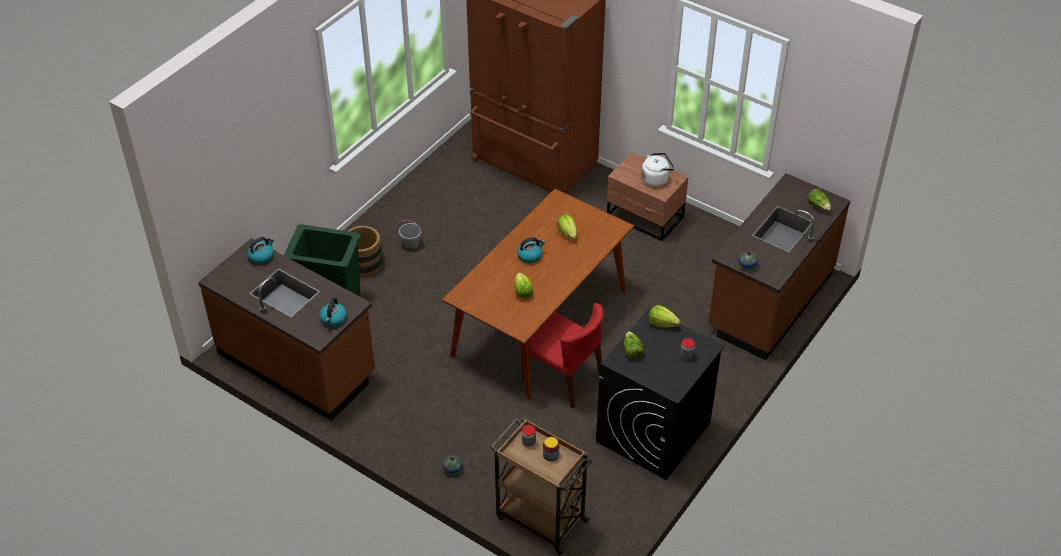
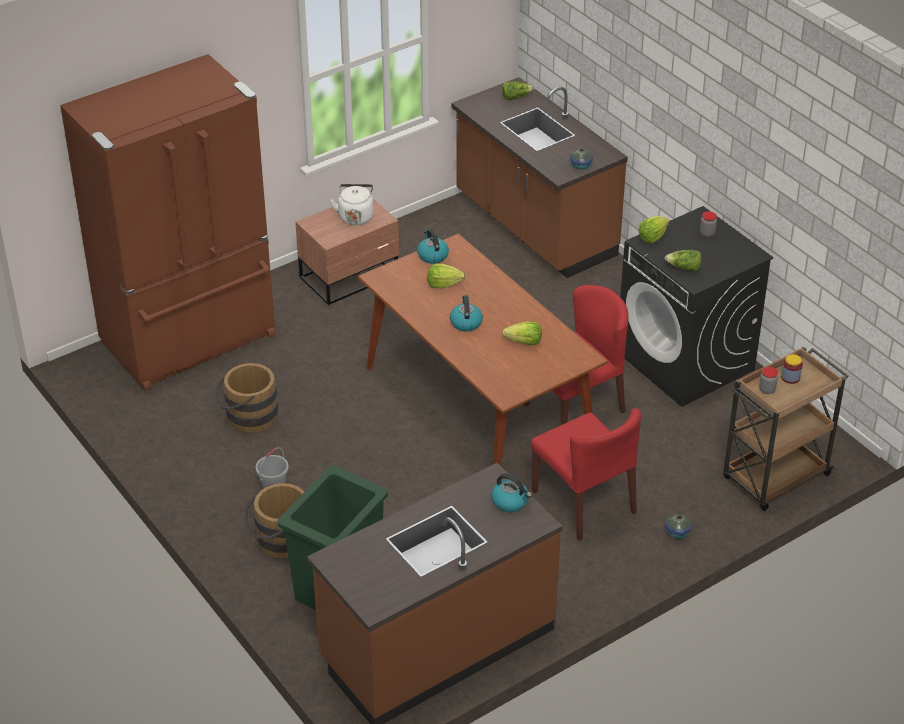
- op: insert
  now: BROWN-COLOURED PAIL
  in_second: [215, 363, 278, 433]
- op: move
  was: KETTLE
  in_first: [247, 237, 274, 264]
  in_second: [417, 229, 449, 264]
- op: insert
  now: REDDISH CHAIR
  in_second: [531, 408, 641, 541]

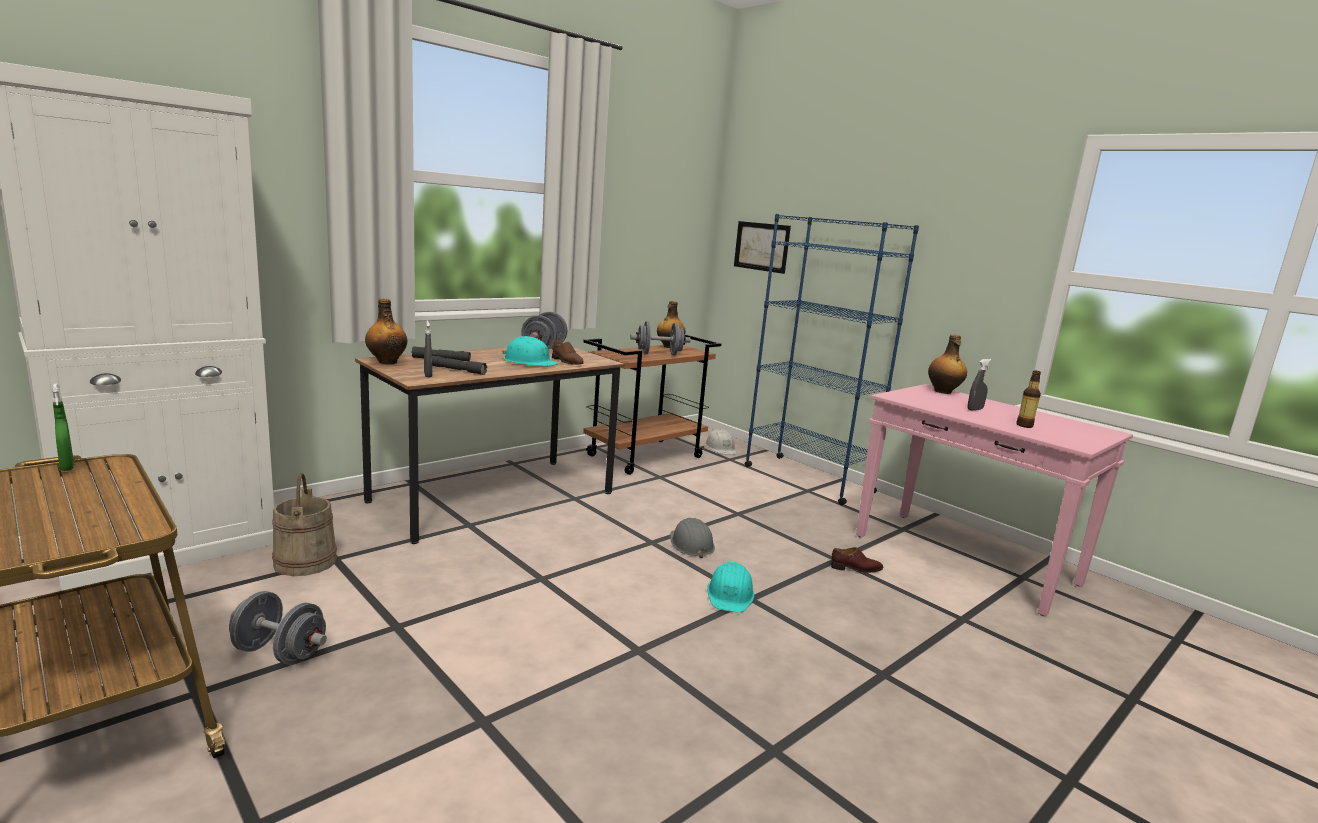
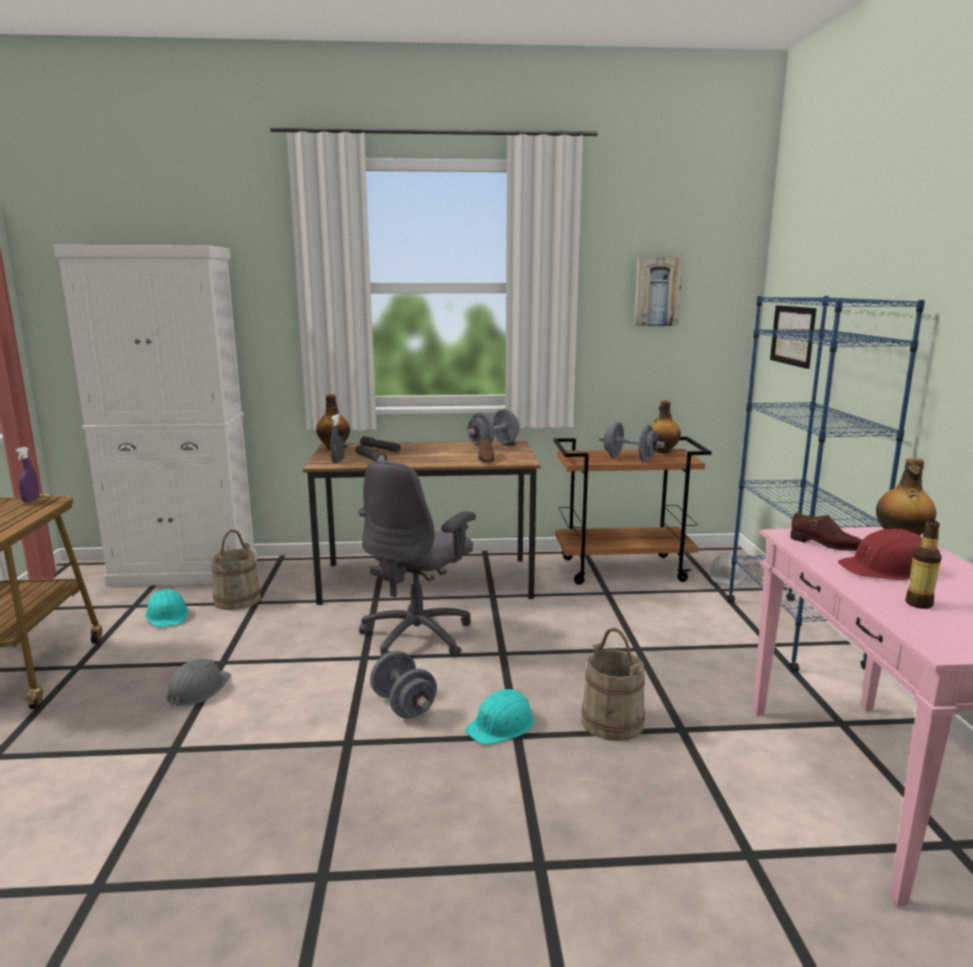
- op: recolor
  was: GREENISH SPRAYER
  now: PURPLE-COLOURED SPRAYER
  in_first: [52, 384, 74, 471]
  in_second: [15, 447, 39, 502]
- op: move
  was: BLUE-GREEN SAFETY HELMET
  in_first: [502, 336, 559, 367]
  in_second: [145, 589, 188, 627]
- op: move
  was: GREYISH SAFETY HELMET
  in_first: [670, 518, 715, 558]
  in_second: [166, 659, 231, 707]
- op: insert
  now: GREYISH DESK CHAIR
  in_second: [359, 461, 476, 657]
- op: move
  was: GREYISH FREE WEIGHT
  in_first: [229, 591, 327, 665]
  in_second: [370, 651, 437, 719]
- op: insert
  now: BEIGE-COLOURED PAIL
  in_second: [581, 628, 645, 741]
- op: insert
  now: PICTURE
  in_second: [634, 258, 683, 326]
- op: move
  was: BROWN-COLOURED LOW SHOE
  in_first: [831, 547, 883, 573]
  in_second: [790, 513, 862, 551]
- op: replace
  was: GREYISH SPRAYER
  now: REDDISH SAFETY HELMET
  in_first: [968, 359, 992, 411]
  in_second: [838, 528, 922, 580]

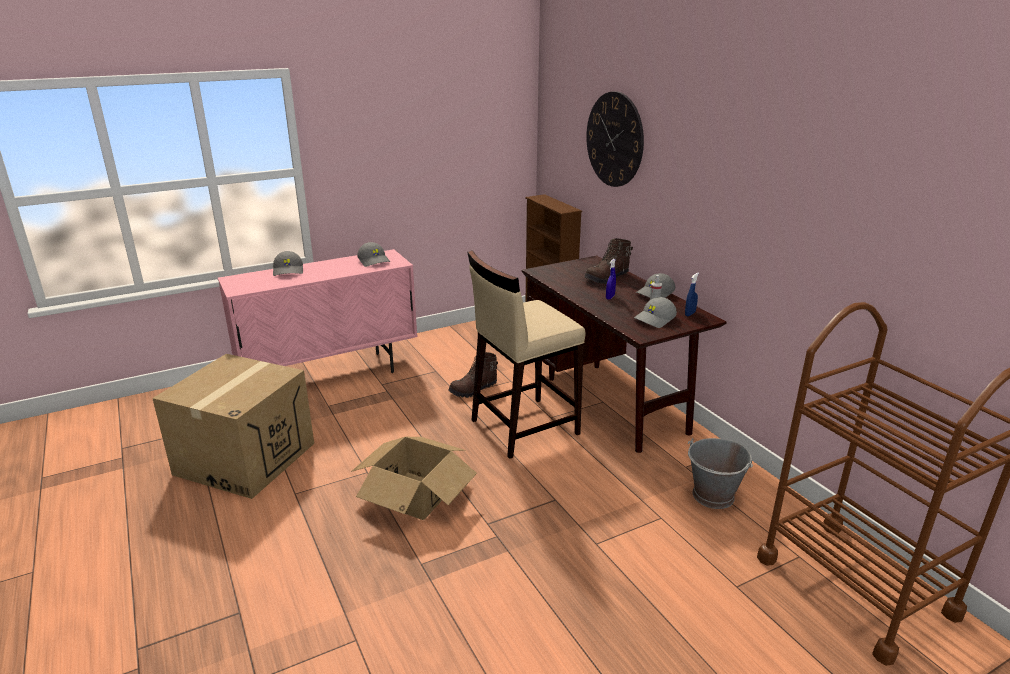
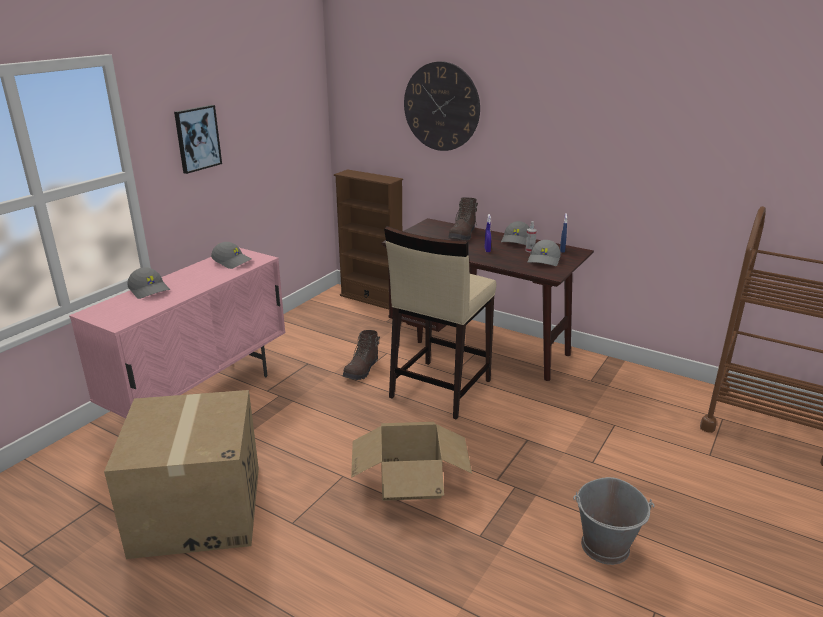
- op: insert
  now: PICTURE
  in_second: [174, 105, 222, 174]
- op: move
  was: GREYISH PAIL
  in_first: [688, 438, 753, 509]
  in_second: [573, 477, 654, 565]

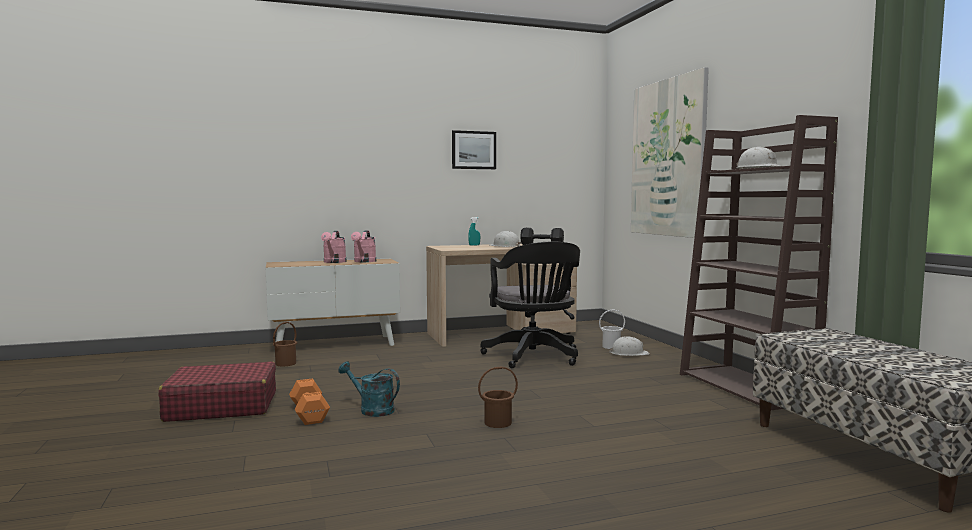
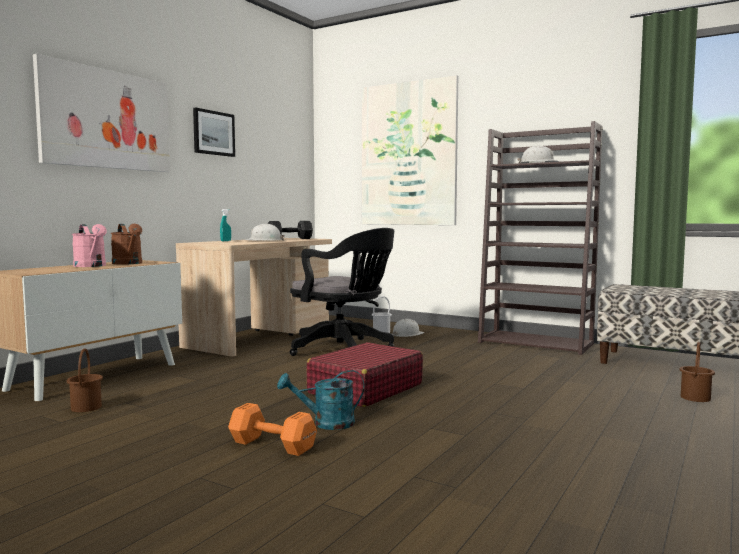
- op: insert
  now: PICTURE
  in_second: [33, 54, 170, 172]
- op: recolor
  was: PINKISH WATERING CAN
  now: BROWN-COLOURED WATERING CAN
  in_first: [351, 230, 376, 262]
  in_second: [111, 224, 142, 264]
- op: move
  was: REDDISH TRAVEL CASE
  in_first: [158, 361, 276, 422]
  in_second: [306, 342, 423, 407]
- op: move
  was: BROWN-COLOURED PAIL
  in_first: [478, 366, 518, 428]
  in_second: [680, 342, 715, 402]

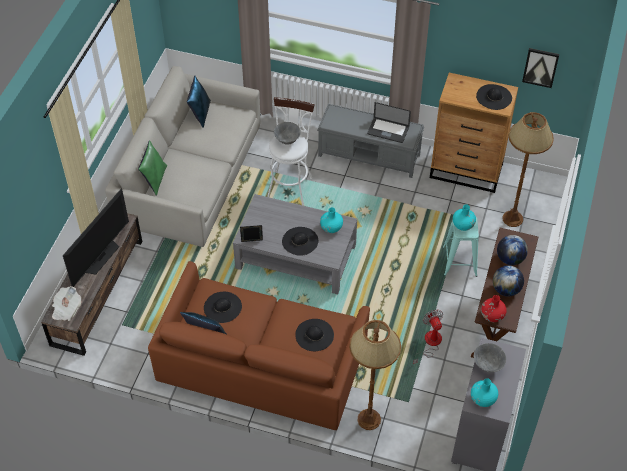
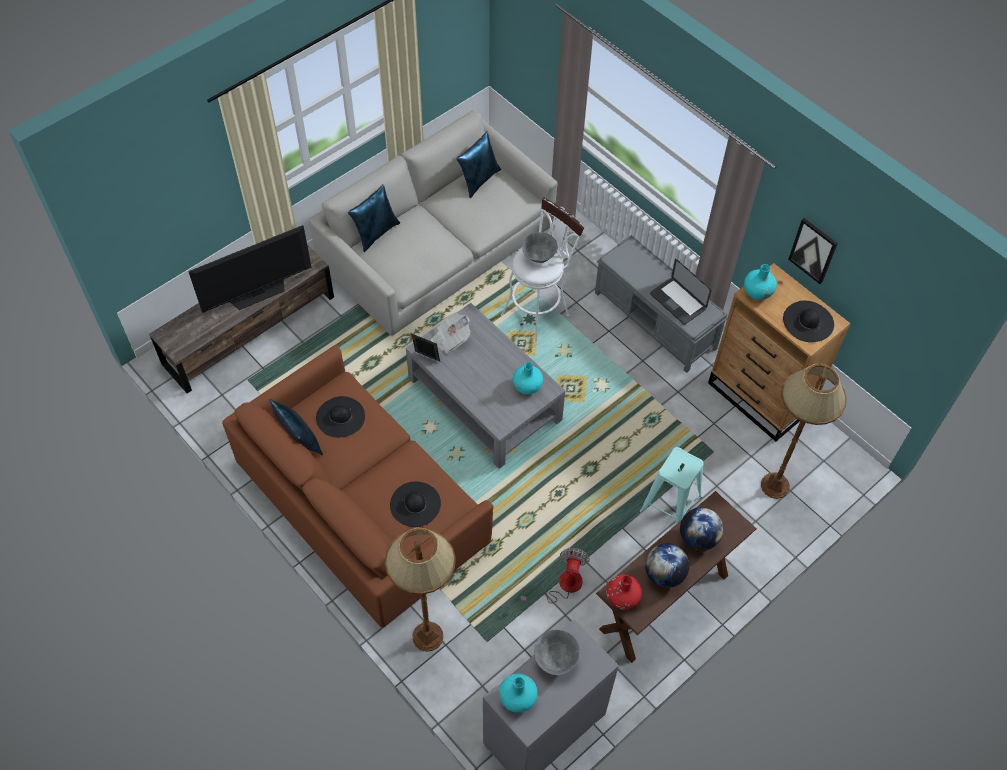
- op: recolor
  was: GREENISH PILLOW
  now: BLUE PILLOW
  in_first: [138, 140, 167, 196]
  in_second: [348, 184, 400, 252]
- op: move
  was: NEWSPAPER
  in_first: [52, 286, 81, 321]
  in_second: [431, 312, 470, 353]
- op: move
  was: BLUE-GREEN FLOWER VASE
  in_first: [453, 204, 476, 231]
  in_second: [744, 264, 777, 300]
- op: move
  was: PICTURE
  in_first: [522, 48, 559, 88]
  in_second: [788, 218, 838, 284]
- op: delete
  was: BLACK-COLOURED HAT
  in_first: [282, 227, 318, 256]

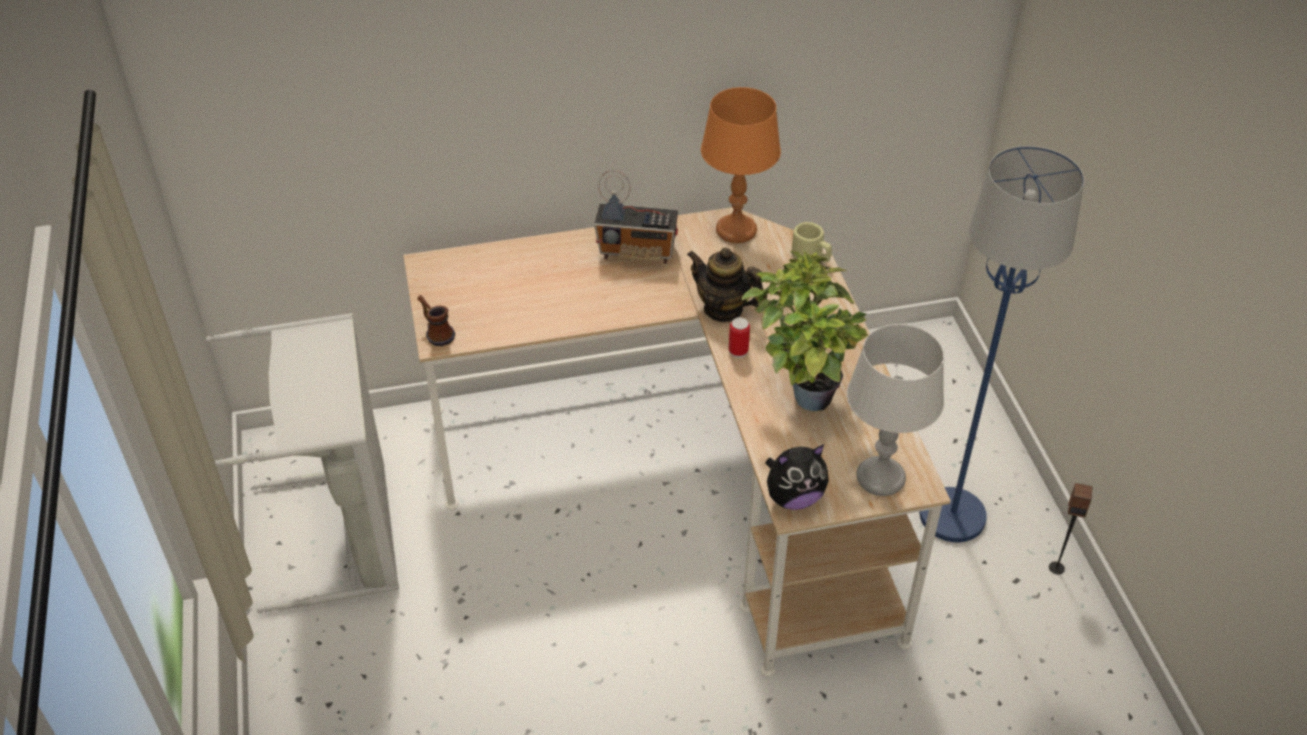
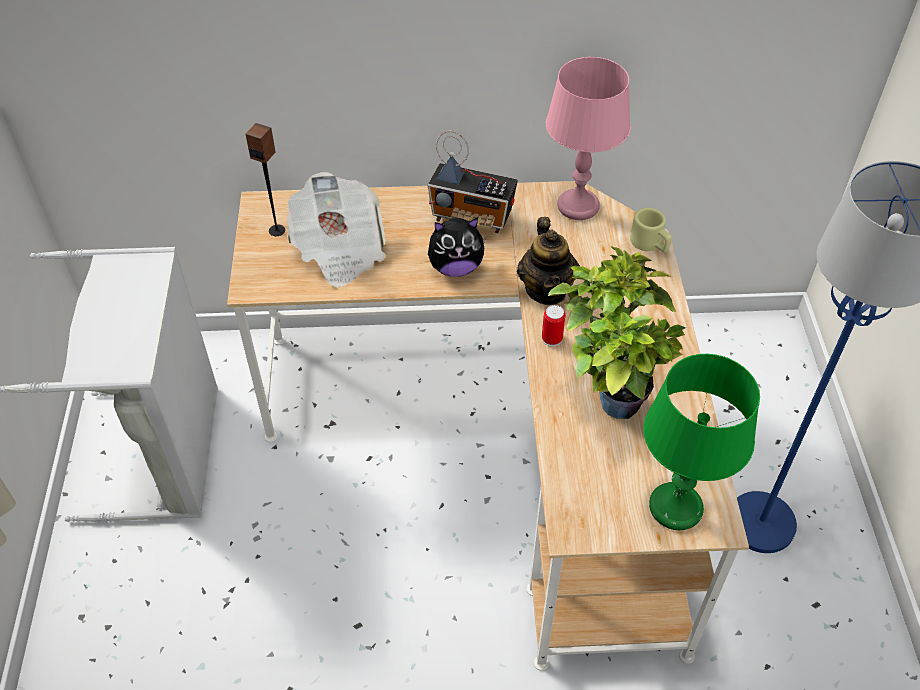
- op: move
  was: SPEAKER
  in_first: [1049, 483, 1092, 575]
  in_second: [246, 123, 285, 236]
- op: insert
  now: NEWSPAPER
  in_second: [287, 172, 386, 288]
- op: move
  was: PLUSH TOY
  in_first: [765, 444, 829, 510]
  in_second: [428, 217, 486, 277]
- op: rotate
  was: TEAPOT
  in_first: [687, 247, 763, 322]
  in_second: [517, 217, 580, 305]
  clockwise: -135
- op: recolor
  was: ORANGE-COLOURED TABLETOP LAMP
  now: PINKISH TABLETOP LAMP
  in_first: [701, 87, 781, 243]
  in_second: [546, 57, 631, 220]
- op: recolor
  was: GREYISH TABLETOP LAMP
  now: GREENISH TABLETOP LAMP
  in_first: [847, 324, 944, 496]
  in_second: [643, 354, 760, 530]
- op: delete
  was: MUG
  in_first: [417, 295, 455, 346]

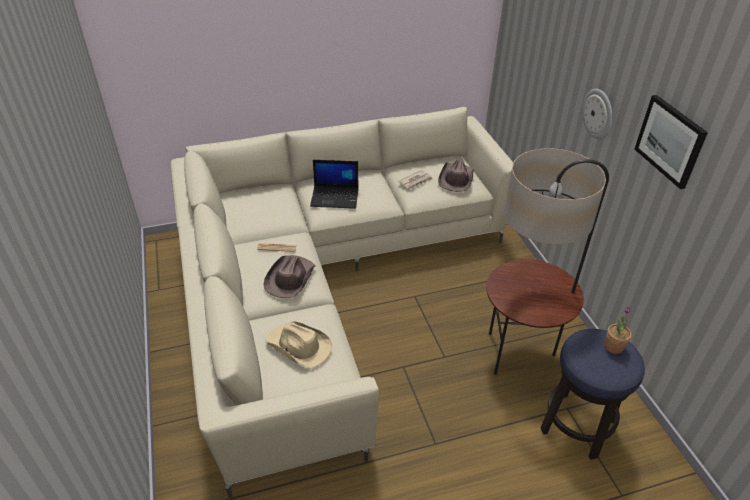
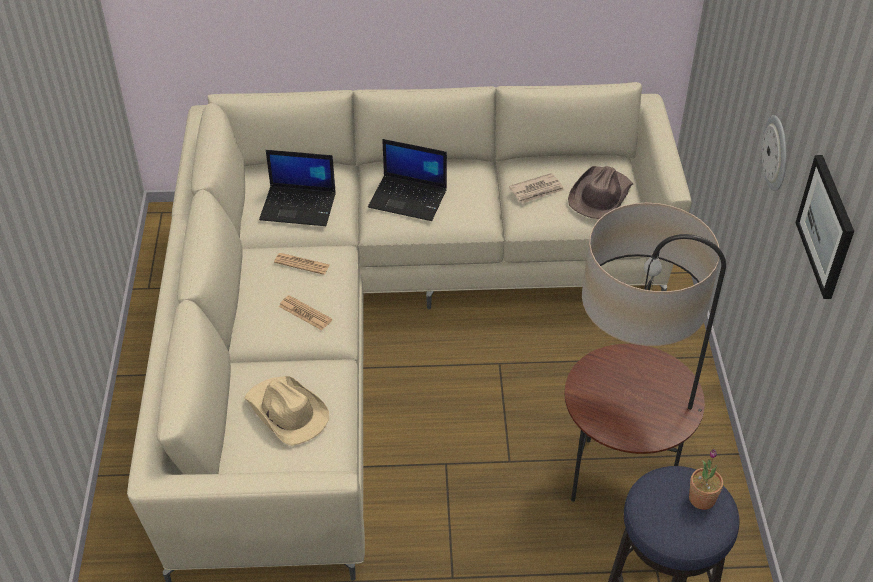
- op: insert
  now: PORTABLE COMPUTER
  in_second: [259, 150, 336, 226]
- op: replace
  was: BROWN-COLOURED HAT
  now: NEWSPAPER
  in_first: [264, 255, 315, 298]
  in_second: [279, 295, 332, 330]

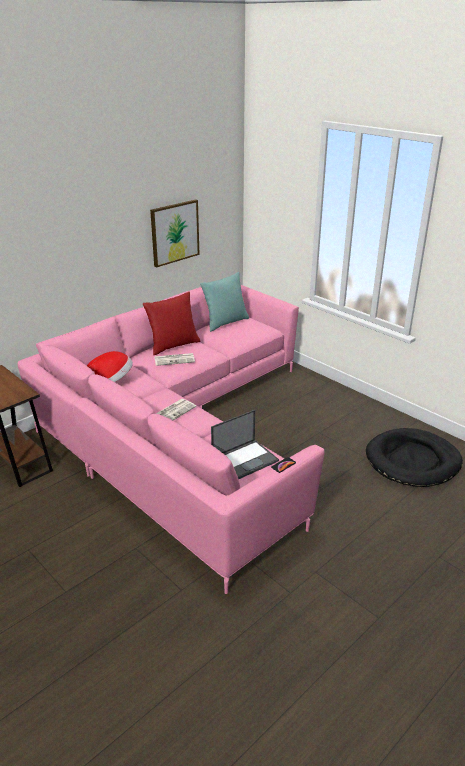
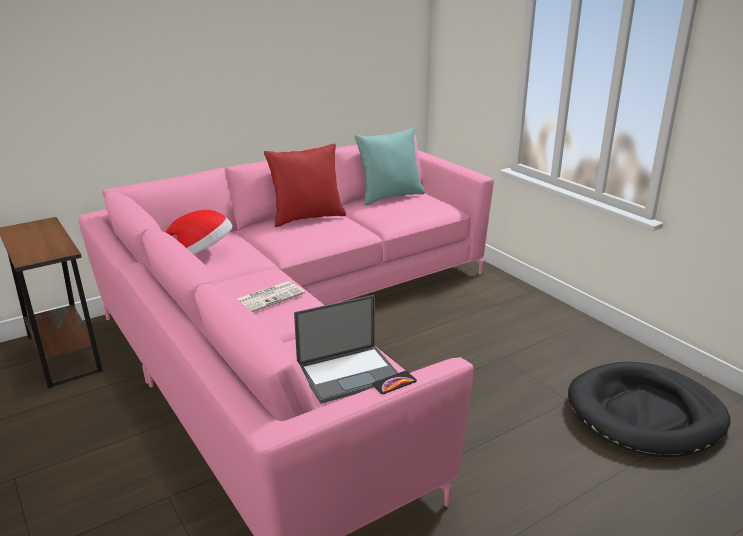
- op: delete
  was: PICTURE
  in_first: [150, 199, 200, 268]
- op: delete
  was: NEWSPAPER
  in_first: [154, 353, 195, 366]

